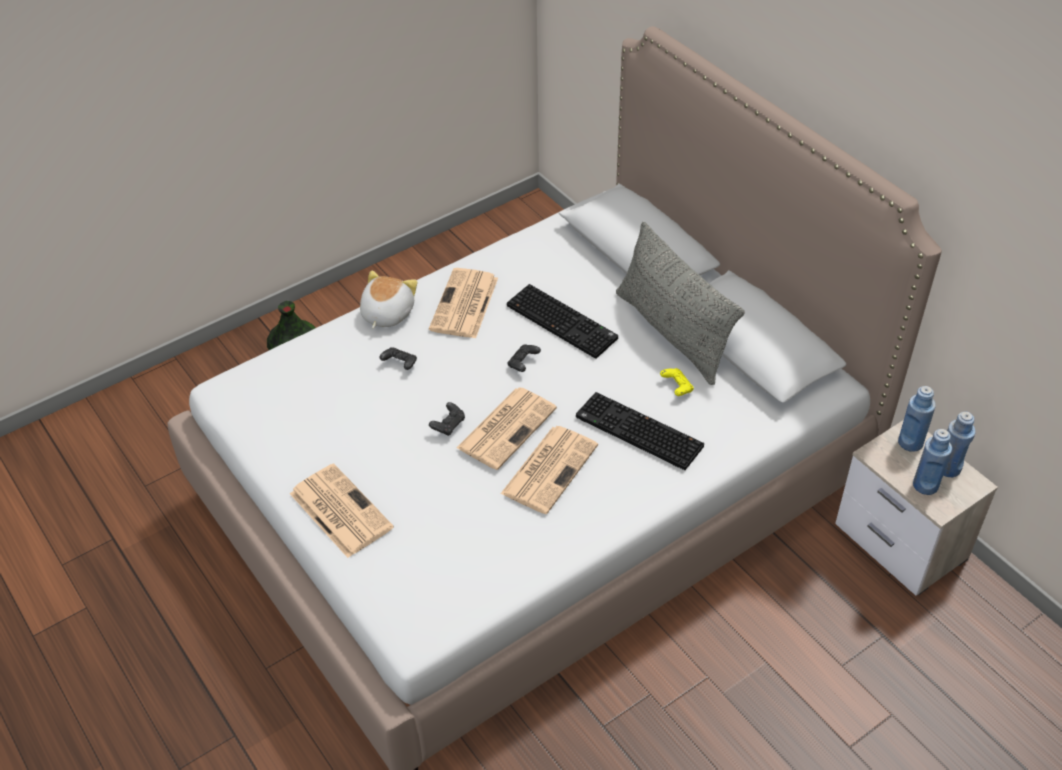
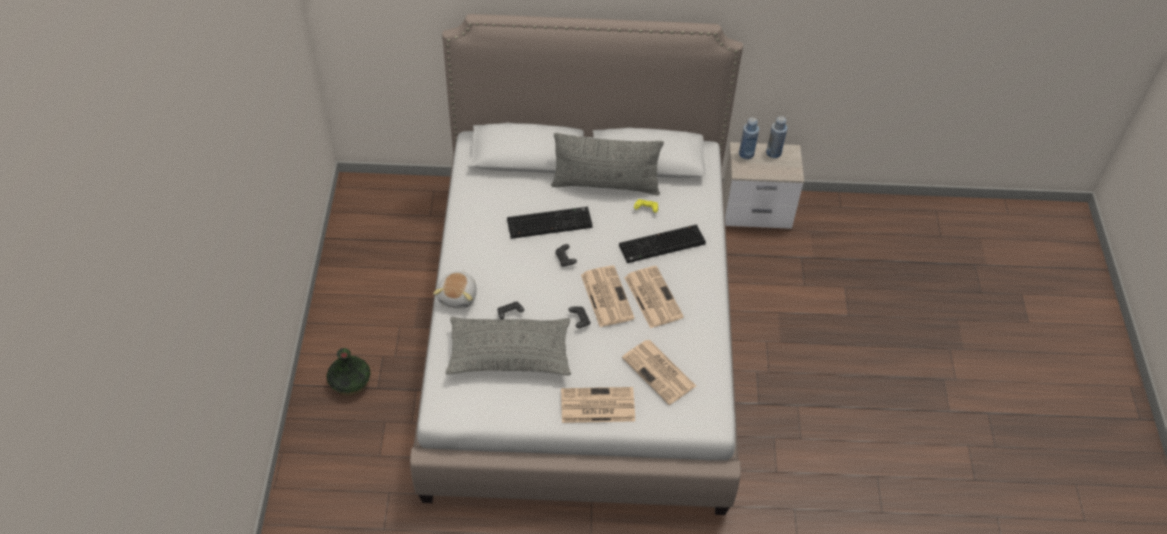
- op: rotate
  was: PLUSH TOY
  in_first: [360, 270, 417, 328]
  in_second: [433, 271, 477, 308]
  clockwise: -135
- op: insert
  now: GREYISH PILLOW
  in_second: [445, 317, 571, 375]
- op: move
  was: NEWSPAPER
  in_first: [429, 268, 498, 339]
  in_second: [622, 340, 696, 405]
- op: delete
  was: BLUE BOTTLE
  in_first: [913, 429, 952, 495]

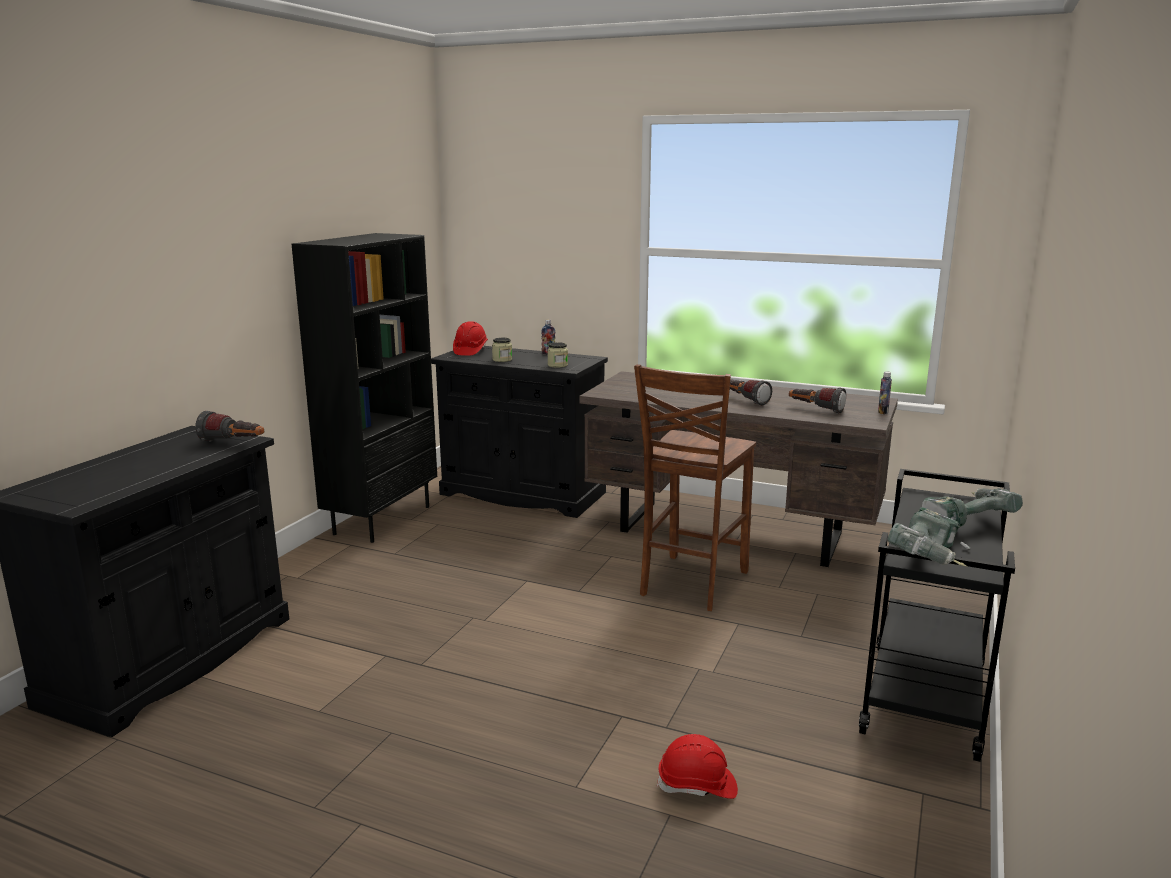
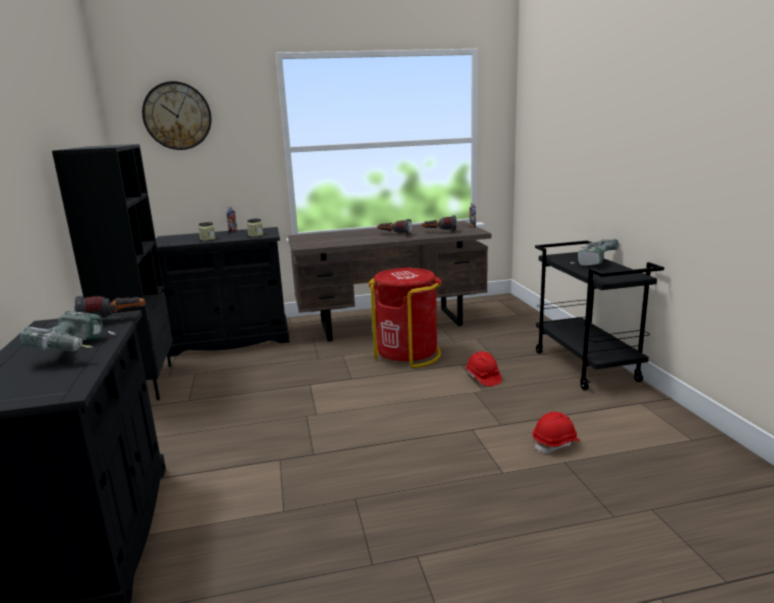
- op: move
  was: ELECTRIC DRILL
  in_first: [888, 507, 970, 567]
  in_second: [20, 311, 116, 352]
- op: insert
  now: WALL CLOCK
  in_second: [142, 81, 211, 150]
- op: replace
  was: BROWN-COLOURED CHAIR
  now: REDDISH WASTE BIN
  in_first: [634, 364, 756, 611]
  in_second: [368, 268, 442, 368]
- op: move
  was: REDDISH SAFETY HELMET
  in_first: [453, 321, 488, 356]
  in_second: [466, 351, 502, 386]

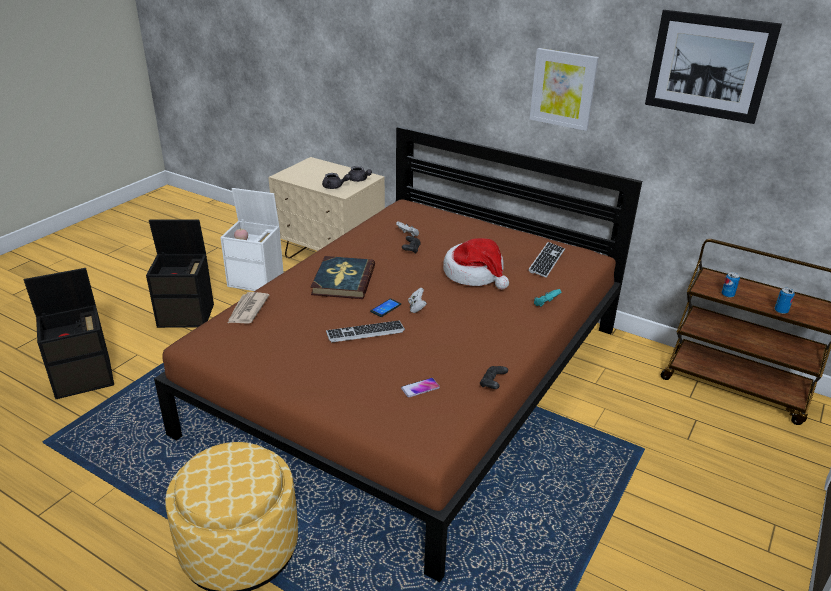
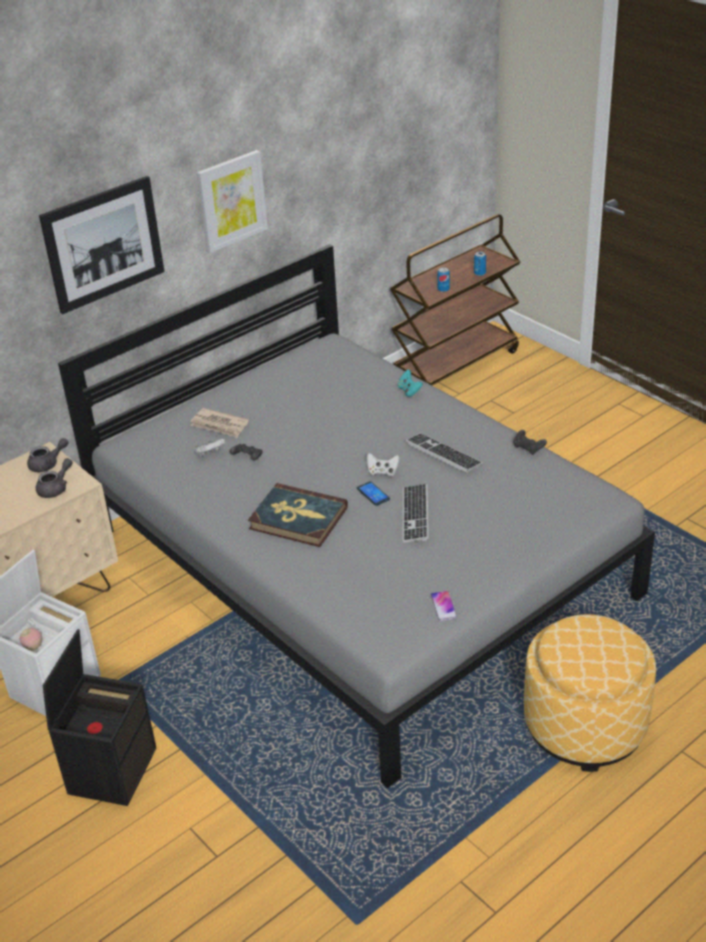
- op: move
  was: PICTURE
  in_first: [645, 10, 782, 124]
  in_second: [39, 176, 165, 314]
- op: recolor
  was: BROWN-COLOURED BED
  now: GREYISH BED
  in_first: [154, 126, 642, 582]
  in_second: [58, 244, 655, 788]
- op: move
  was: NEWSPAPER
  in_first: [227, 292, 269, 324]
  in_second: [190, 408, 249, 438]
- op: move
  was: COMPUTER KEYBOARD
  in_first: [528, 242, 565, 278]
  in_second: [406, 433, 483, 473]
- op: move
  was: TELEPHONE
  in_first: [401, 378, 440, 397]
  in_second: [430, 591, 457, 621]
- op: delete
  was: BLACK-COLOURED STORAGE CONTAINER
  in_first: [24, 268, 114, 399]
- op: delete
  was: HAT
  in_first: [443, 238, 509, 290]

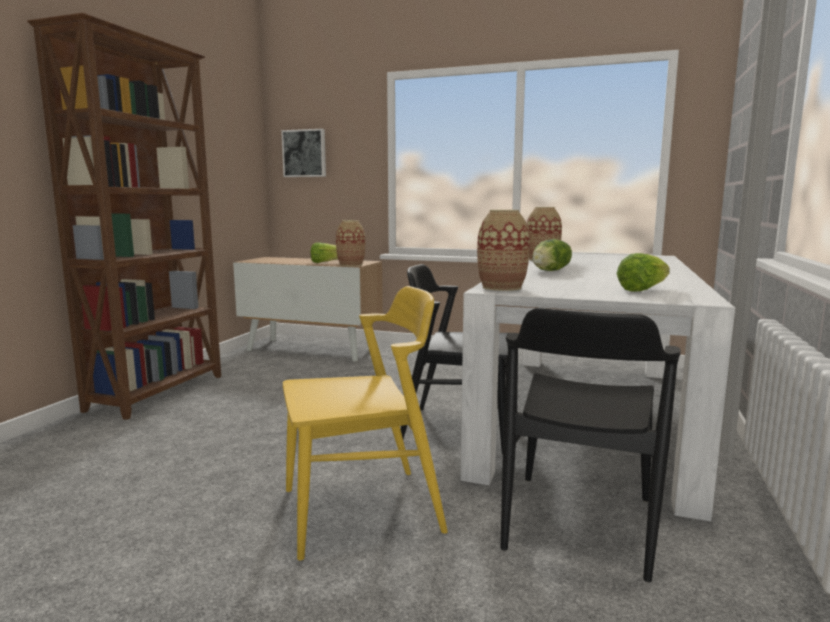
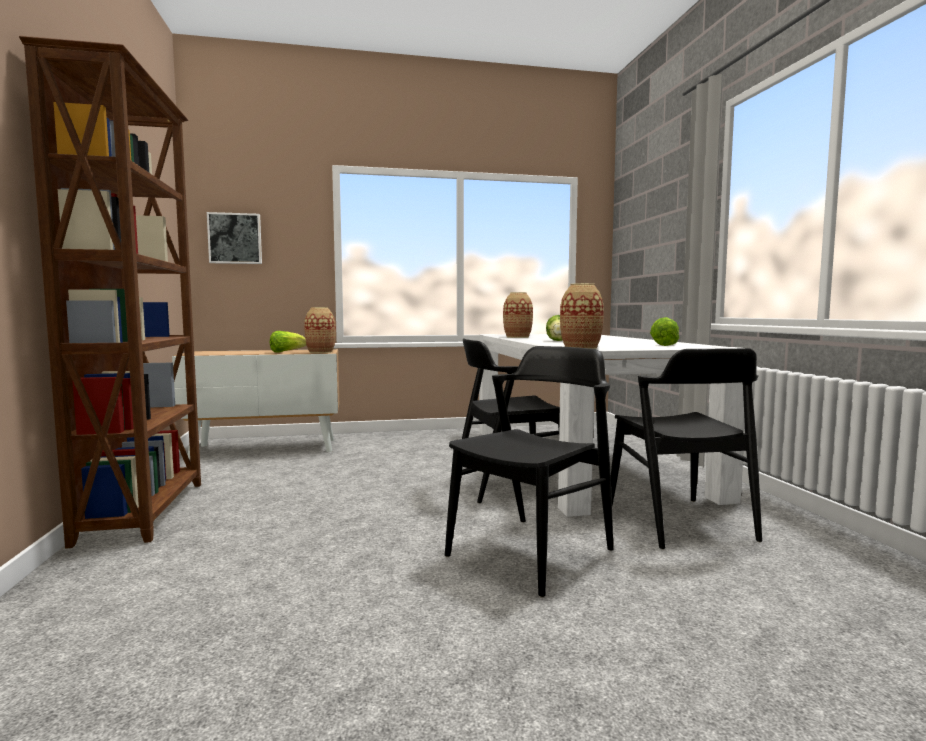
- op: recolor
  was: YELLOW-COLOURED CHAIR
  now: BLACK-COLOURED CHAIR
  in_first: [283, 286, 448, 561]
  in_second: [445, 346, 613, 598]

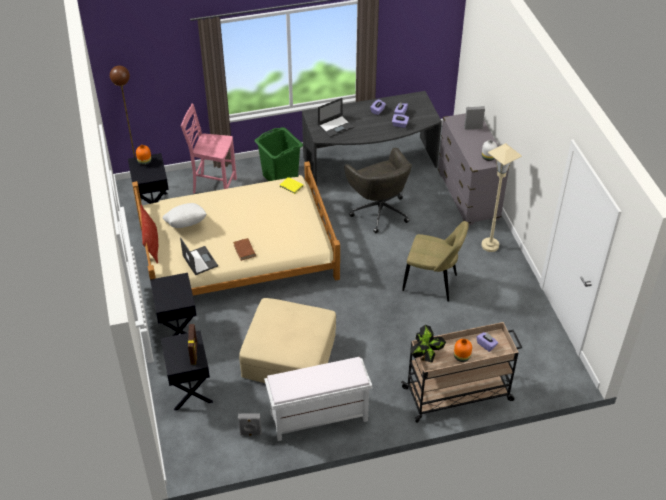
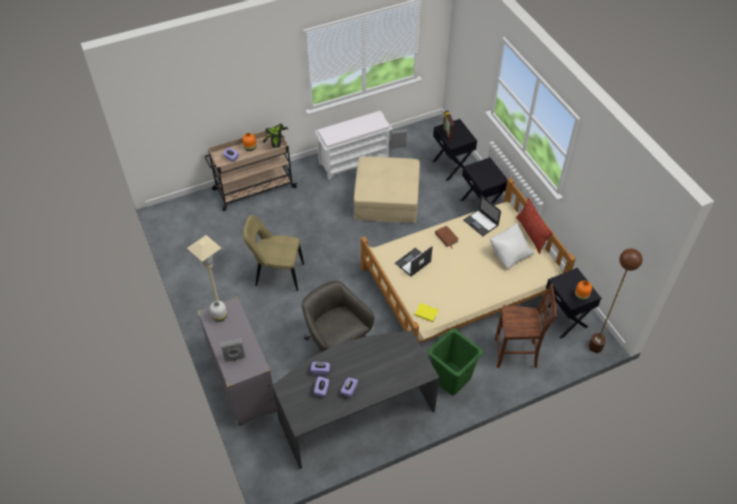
- op: move
  was: PORTABLE COMPUTER
  in_first: [318, 98, 354, 138]
  in_second: [395, 246, 433, 277]
- op: recolor
  was: PINKISH CHAIR
  now: BROWN-COLOURED CHAIR
  in_first: [181, 104, 237, 193]
  in_second: [495, 284, 557, 368]

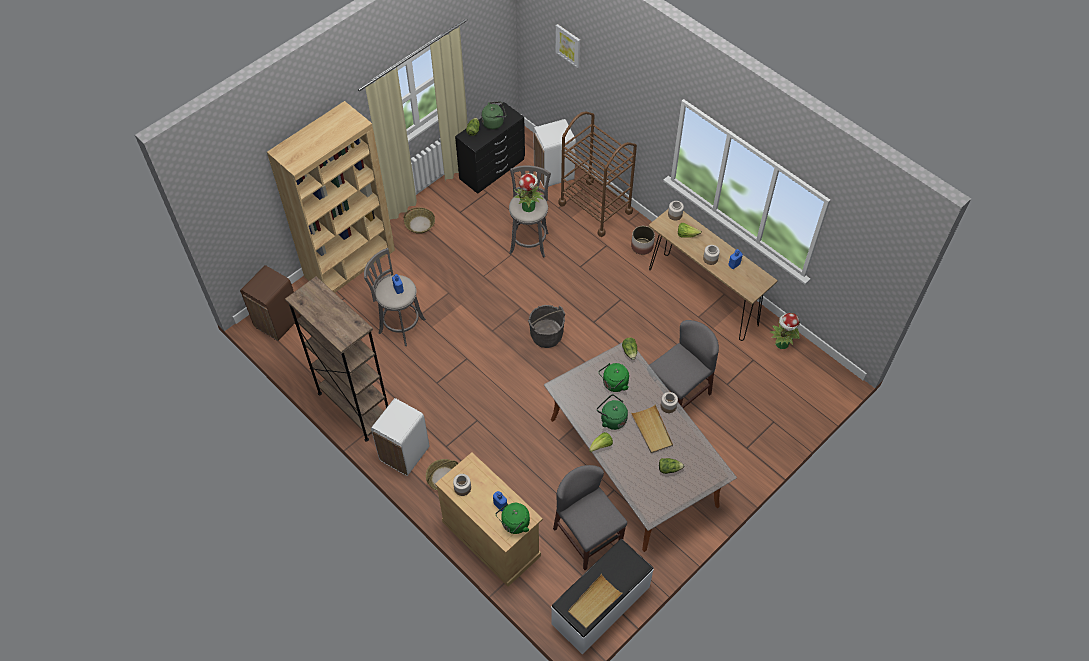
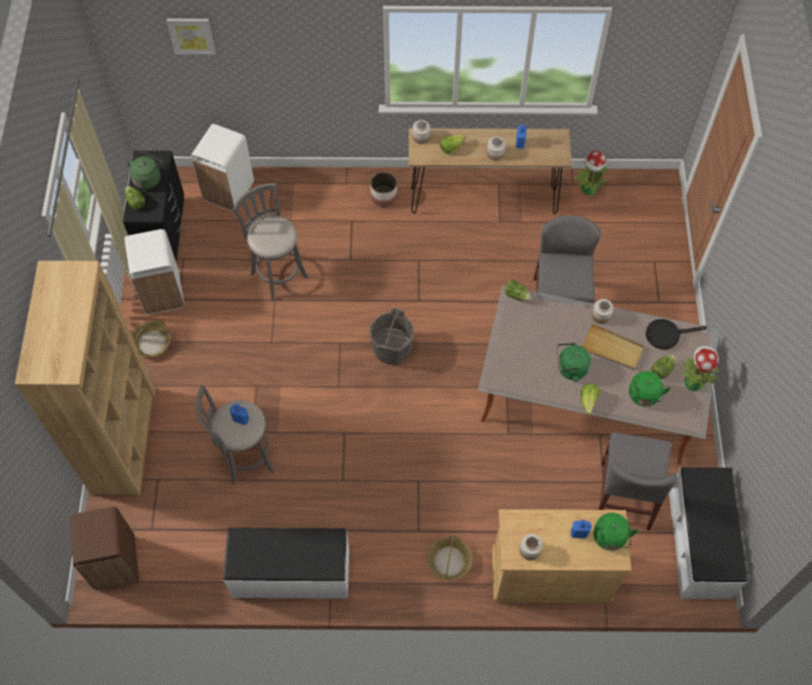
- op: move
  was: WHITE-COLOURED WASTE BIN
  in_first: [371, 398, 429, 476]
  in_second: [124, 229, 185, 315]
- op: replace
  was: BROWN-COLOURED SHELVING UNIT
  now: WHITE-COLOURED LONG SEAT
  in_first: [285, 276, 388, 442]
  in_second: [223, 528, 349, 599]
- op: rotate
  was: GREYISH CHAIR
  in_first: [553, 465, 627, 570]
  in_second: [598, 432, 677, 531]
  clockwise: -90
- op: move
  was: GREENISH KETTLE
  in_first: [599, 363, 629, 392]
  in_second: [629, 371, 671, 406]
- op: insert
  now: BLACK-COLOURED PAN
  in_second: [646, 319, 707, 349]
- op: move
  was: POTTED PLANT
  in_first: [514, 173, 544, 212]
  in_second: [680, 346, 720, 391]
- op: delete
  was: BROWN-COLOURED TROLLEY
  in_first: [558, 112, 637, 237]
- op: delete
  was: BEIGE-COLOURED SERVING TRAY
  in_first: [568, 574, 623, 629]

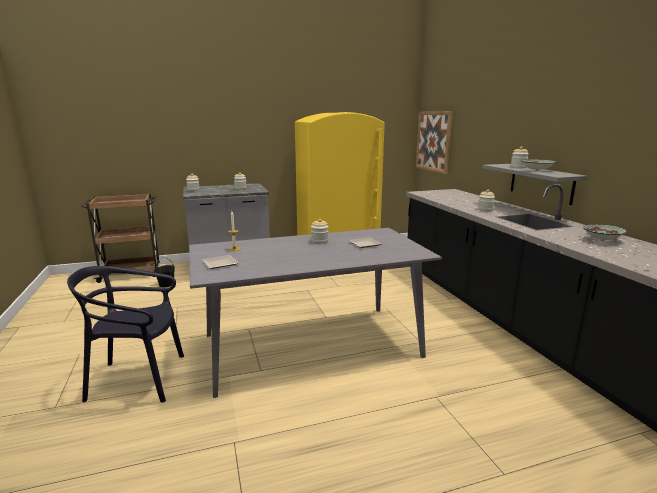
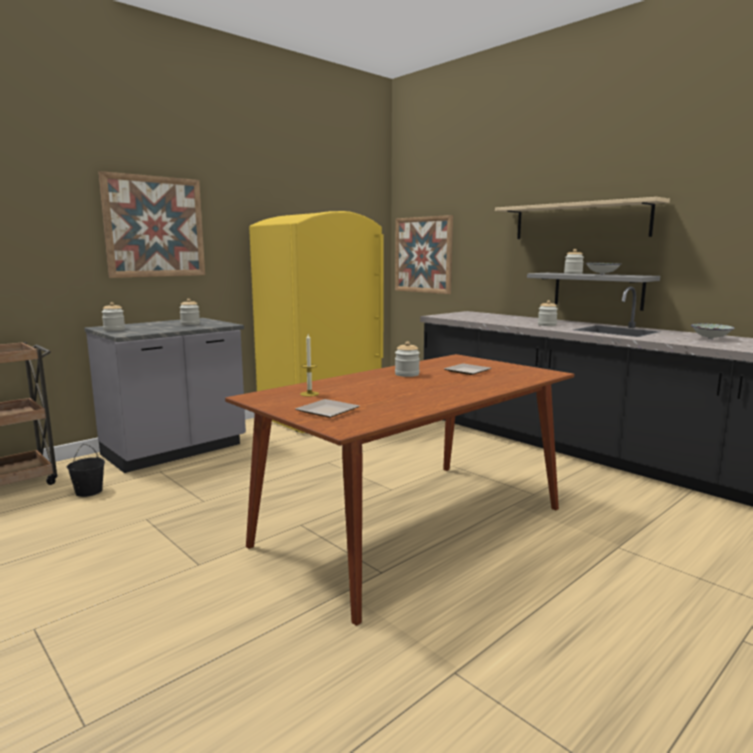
- op: insert
  now: PICTURE
  in_second: [98, 171, 205, 278]
- op: recolor
  was: GREYISH DINING TABLE
  now: BROWN-COLOURED DINING TABLE
  in_first: [189, 228, 442, 398]
  in_second: [225, 354, 574, 626]
- op: insert
  now: BEIGE-COLOURED WALL SHELF
  in_second: [495, 197, 670, 239]
- op: delete
  was: BLACK-COLOURED CHAIR
  in_first: [67, 266, 184, 402]

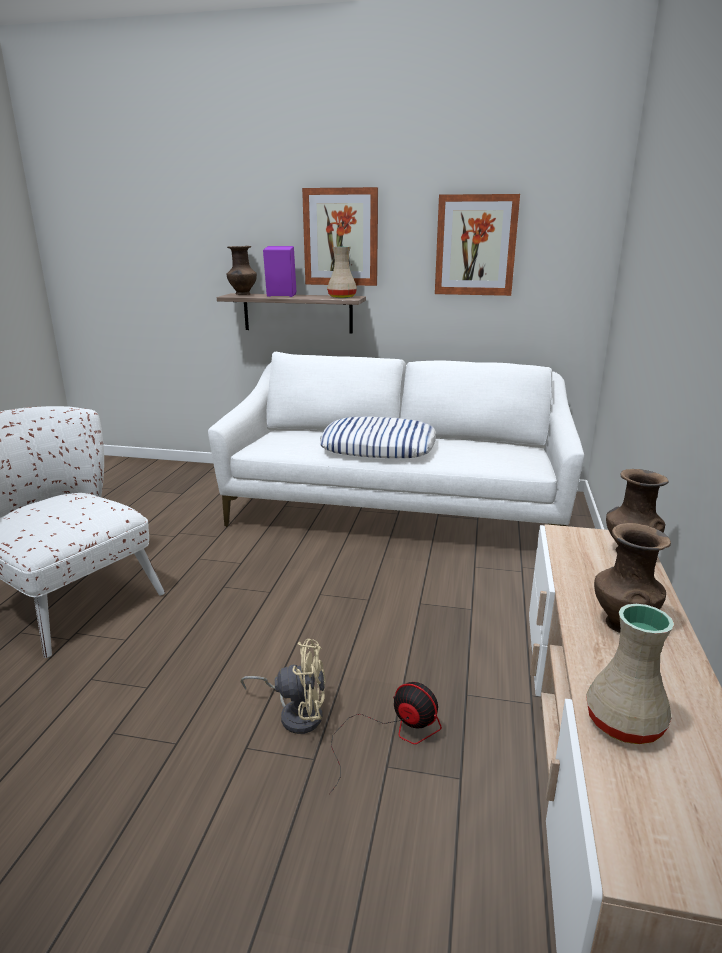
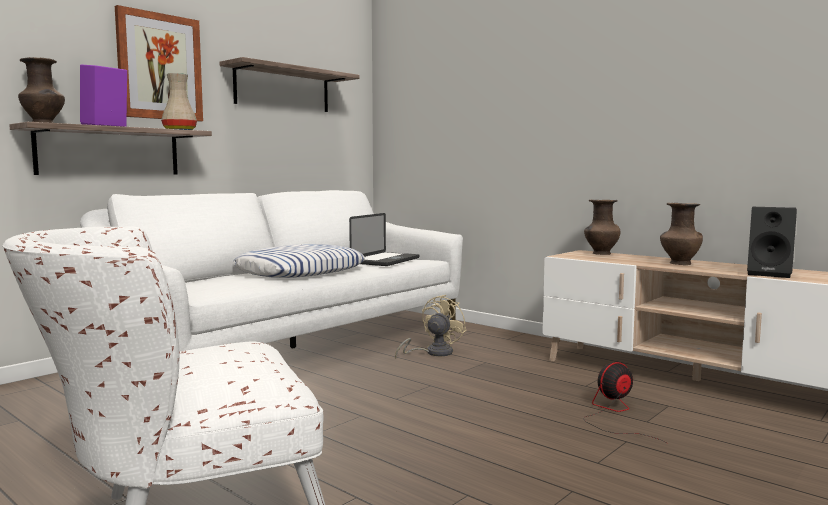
- op: replace
  was: PICTURE
  now: WALL SHELF
  in_first: [435, 194, 520, 296]
  in_second: [219, 57, 360, 112]
- op: insert
  now: PORTABLE COMPUTER
  in_second: [349, 213, 420, 266]
- op: move
  was: BEIGE-COLOURED COOLING FAN
  in_first: [241, 639, 326, 734]
  in_second: [395, 295, 467, 358]
- op: replace
  was: BEIGE-COLOURED FLOWER VASE
  now: BLACK-COLOURED SPEAKER
  in_first: [586, 604, 674, 744]
  in_second: [747, 207, 797, 278]

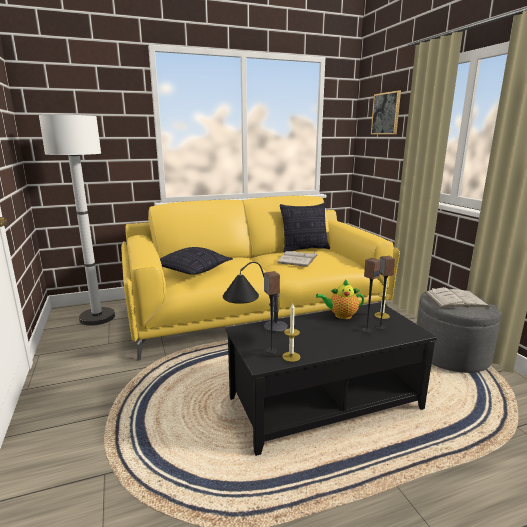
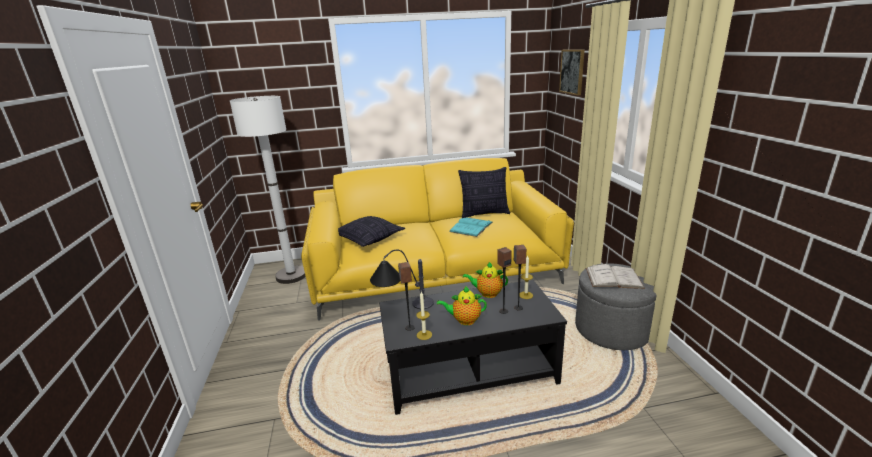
- op: insert
  now: TEAPOT
  in_second: [437, 286, 487, 325]
- op: recolor
  was: WHITE-COLOURED VOLUME
  now: BLUE-GREEN VOLUME
  in_first: [277, 251, 317, 267]
  in_second: [449, 217, 493, 237]

